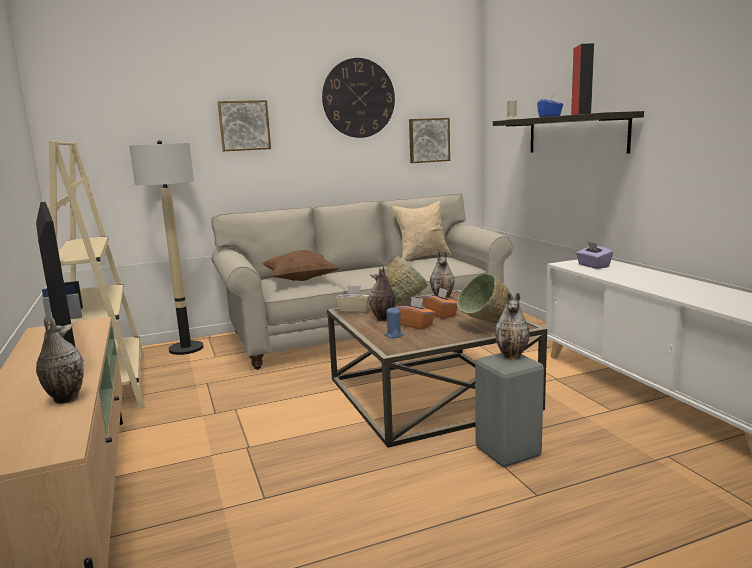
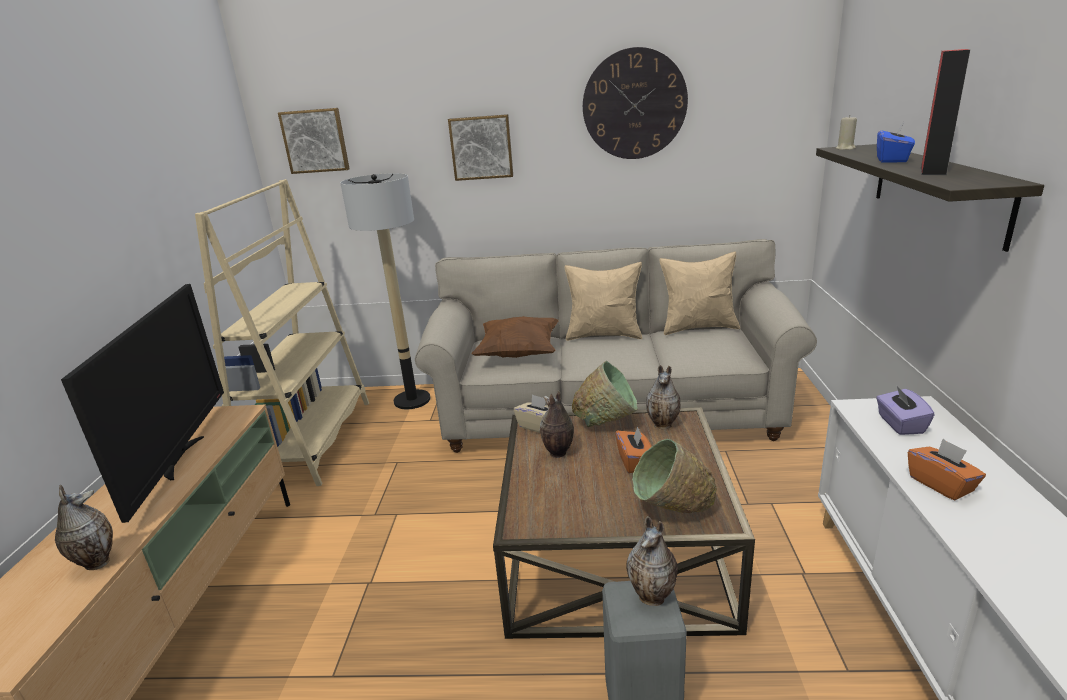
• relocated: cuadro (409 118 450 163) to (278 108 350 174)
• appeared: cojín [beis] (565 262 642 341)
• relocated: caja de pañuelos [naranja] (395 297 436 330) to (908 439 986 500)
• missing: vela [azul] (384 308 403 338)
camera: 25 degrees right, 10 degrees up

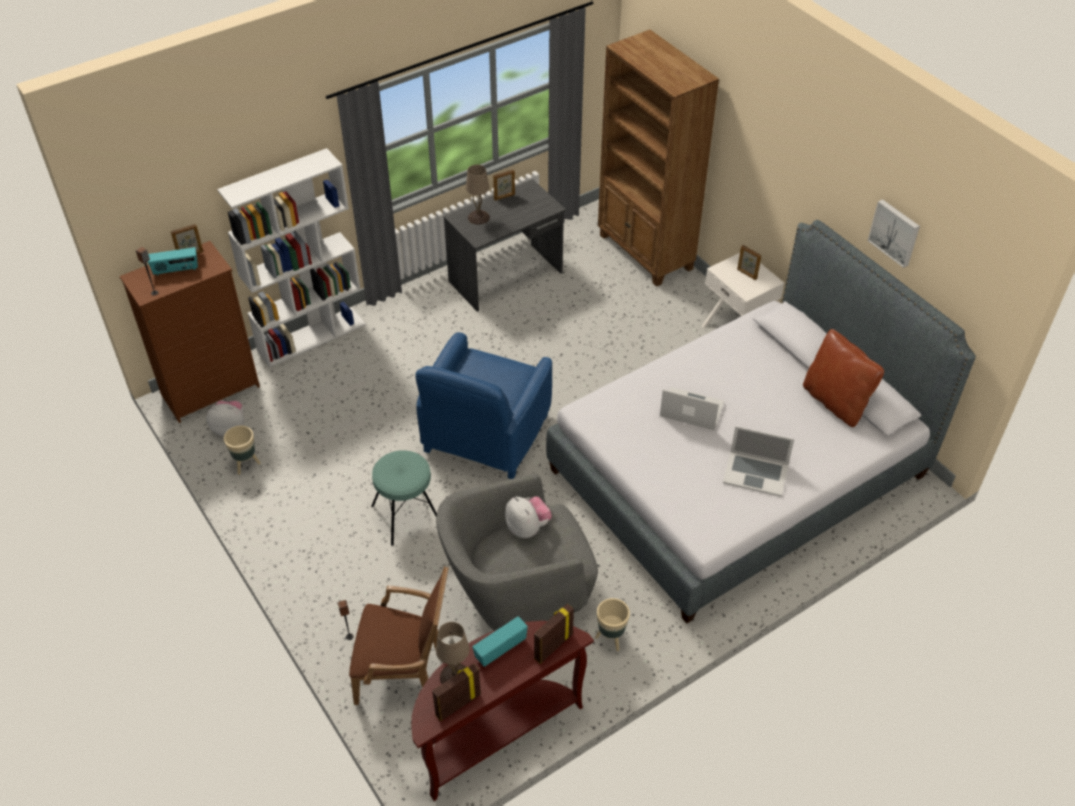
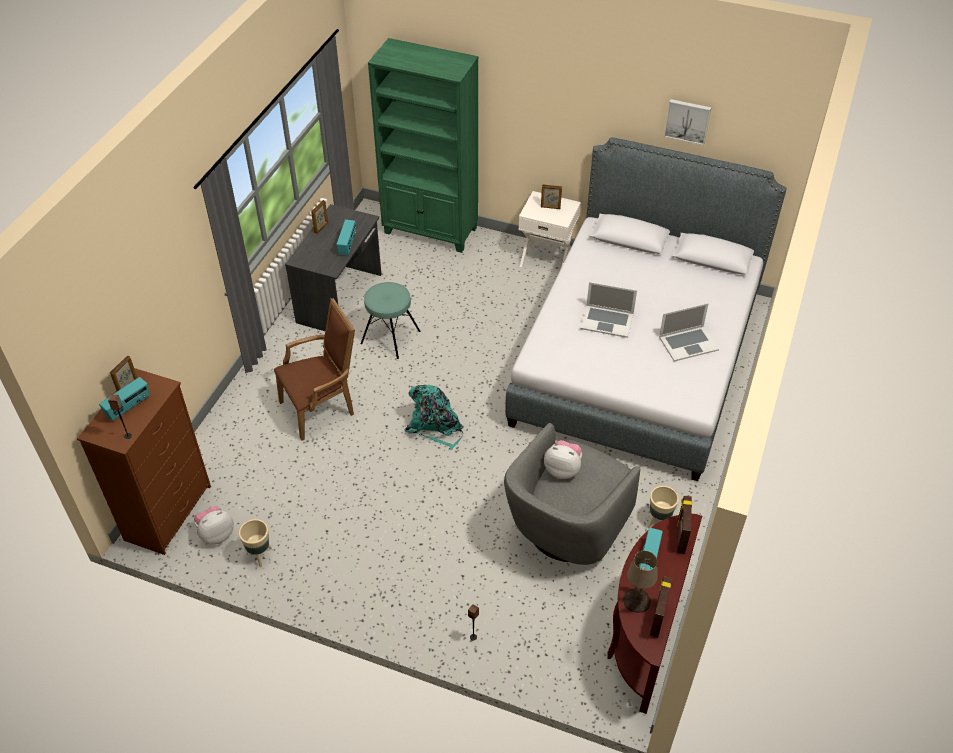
• relocated: sillón [marrón] (349 566 449 705) to (274 298 355 441)
• appeared: radio (337 220 356 255)
• relocated: taburete [turquesa] (371 450 437 546) to (360 282 421 359)
• colour: estantería [marrón] (598 30 719 287) to estantería [verde] (368 38 479 253)
• exchanged: sillón [azul] (415 332 552 479) to mochila [turquesa] (405 385 464 450)
• spun: portátil (660 387 724 430) = (580 282 637 338) 150 degrees counterclockwise
• missing: estantería [blanco] (217 148 366 368)
• missing: lámpara de mesa [beis] (466 165 490 225)
• missing: cojín [marrón] (803 329 884 427)
camera: 35 degrees left, 0 degrees up

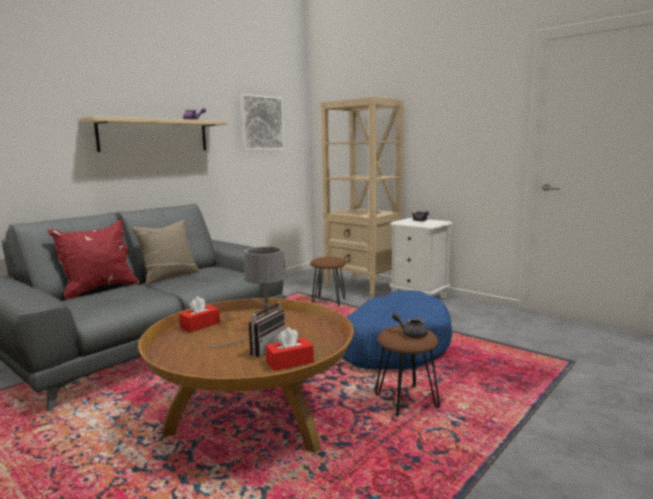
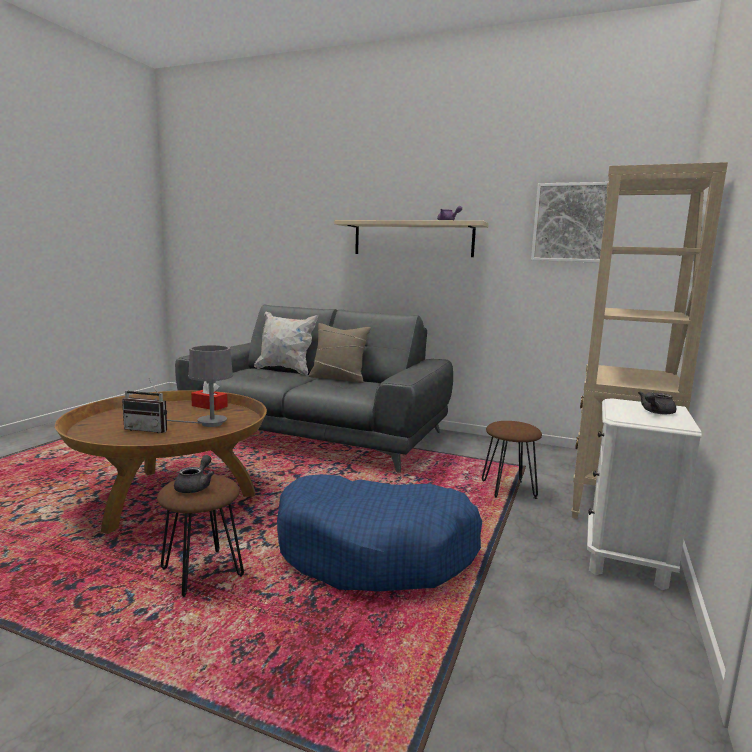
• colour: cojín [rojo] (47 220 139 299) to cojín [blanco] (254 312 318 375)
• missing: caja de pañuelos [rojo] (266 327 314 371)
camera: 70 degrees right, 0 degrees up

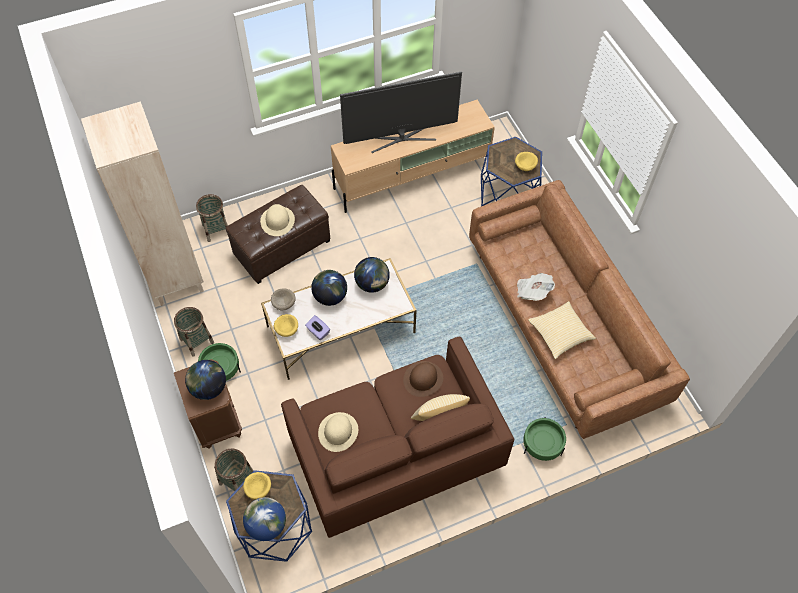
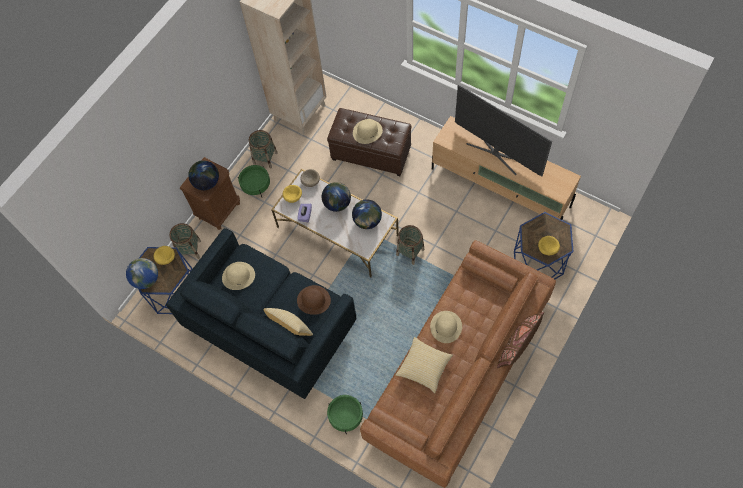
• colour: sofá [marrón] (281 336 514 538) to sofá [azul] (166 228 357 399)
• relocated: cesta (196 194 228 242) to (396 225 424 265)
• exchanged: periódico (517 273 555 301) to sombrero [beis] (430 311 462 343)
• appeared: cojín [marrón] (497 312 544 368)
camera: 60 degrees right, 5 degrees up

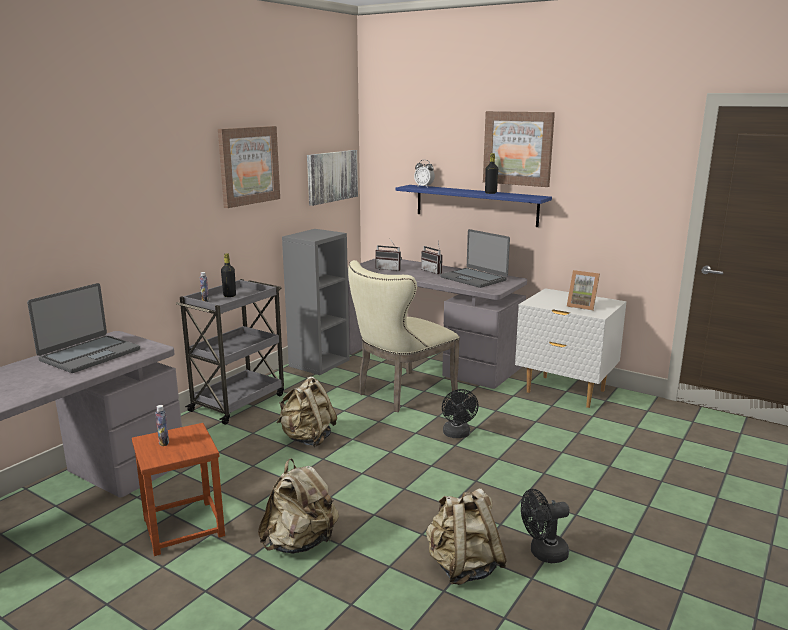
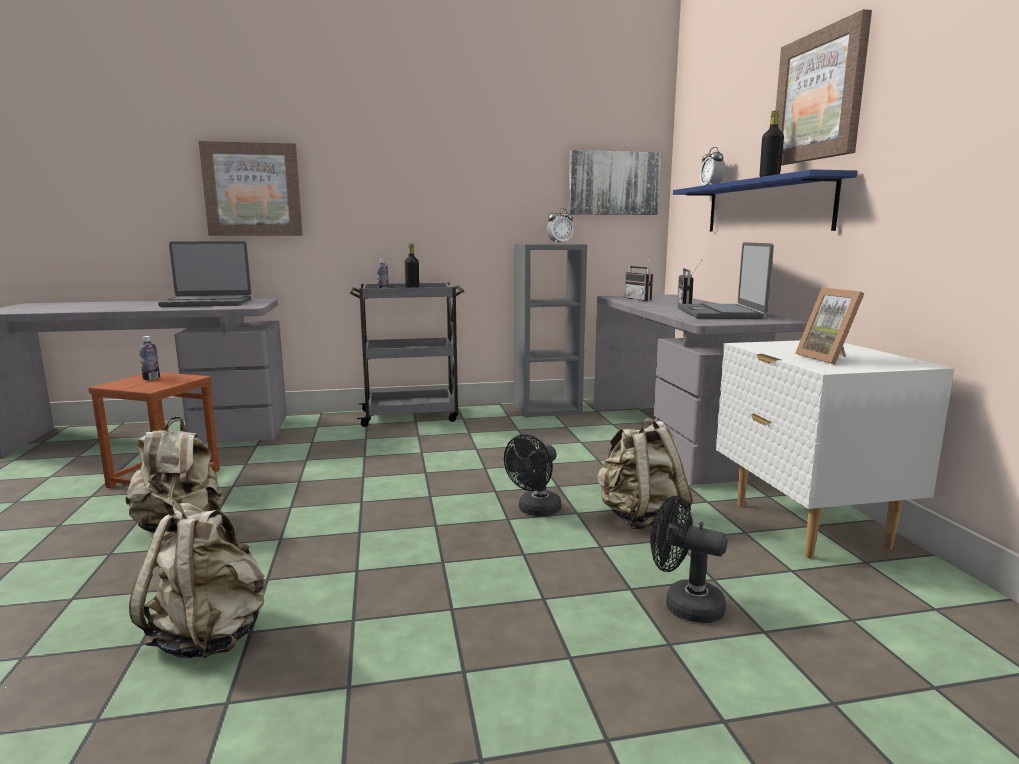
• relocated: cuadro (218 126 280 208) to (199 141 303 236)
• appeared: despertador (547 208 573 244)
• relocated: mochila [beis] (277 376 337 447) to (597 418 693 529)
• relocated: ventilador [negro] (521 489 570 563) to (650 496 728 623)
• missing: silla [beis] (348 260 460 412)
camera: 45 degrees right, 5 degrees down

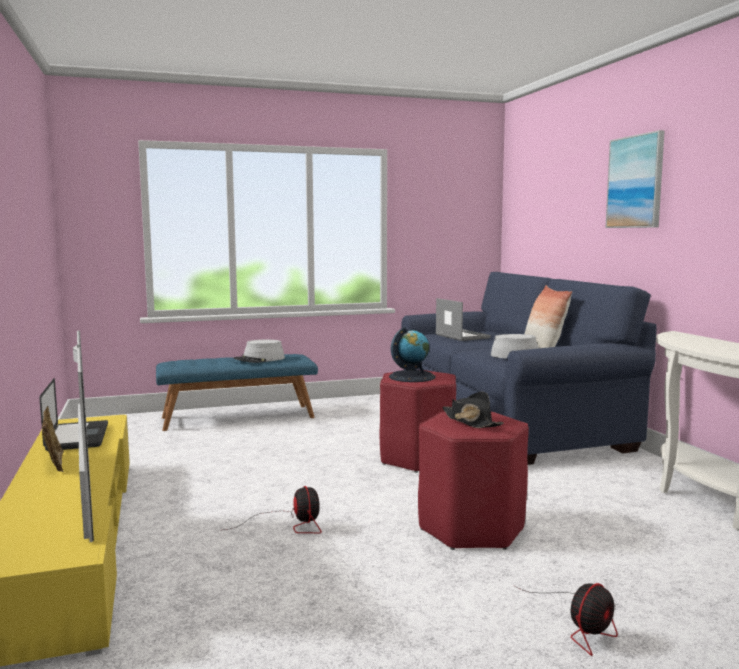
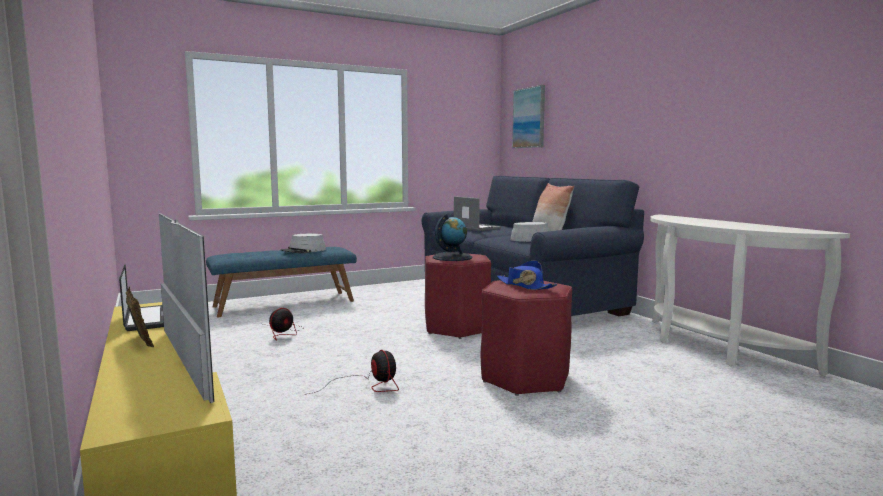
• relocated: ventilador (515 583 618 656) to (263 308 304 341)
• colour: sombrero [negro] (443 392 504 428) to sombrero [azul] (497 260 558 290)
• relocated: cuadro (606 130 665 228) to (512 85 545 148)
camera: 10 degrees left, 0 degrees up

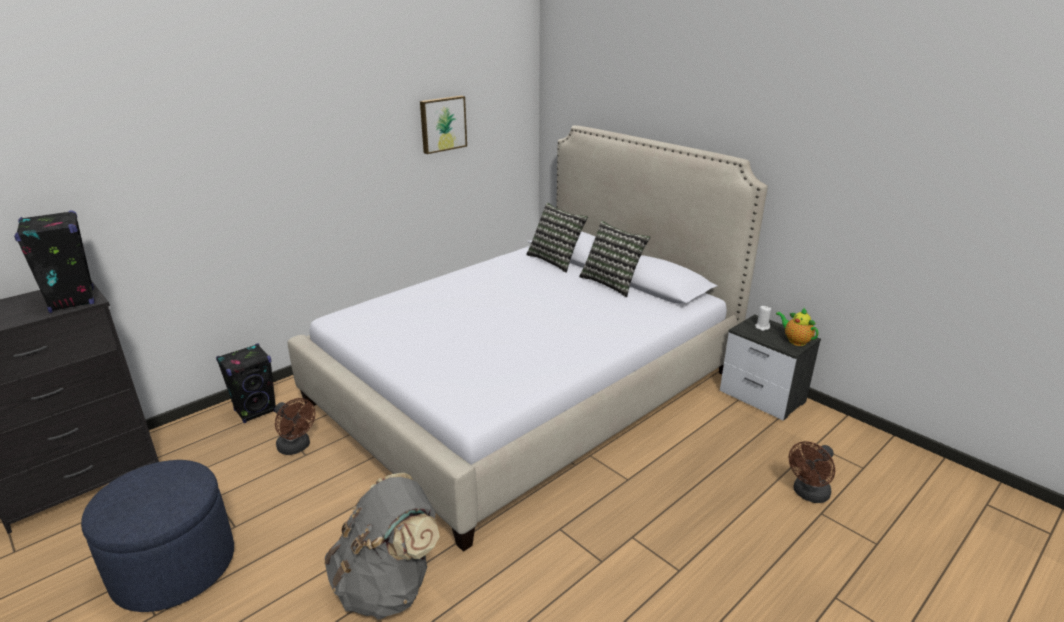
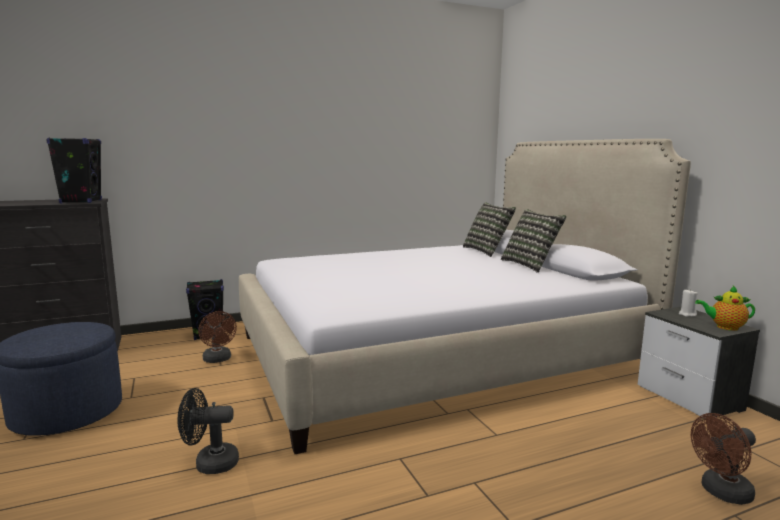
• exchanged: mochila [gris] (324 473 440 620) to ventilador [negro] (178 388 239 474)
• spun: tetera (776 308 819 346) = (695 286 755 331) 60 degrees counterclockwise
• missing: cuadro (420 96 467 154)
camera: 20 degrees right, 15 degrees down

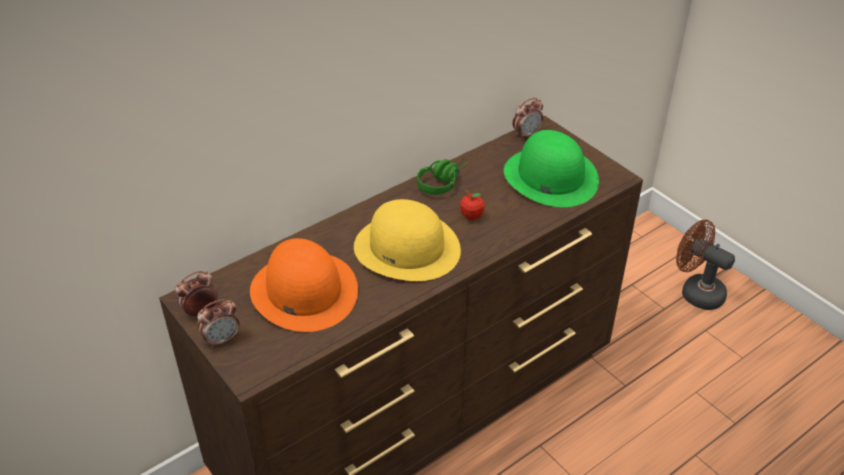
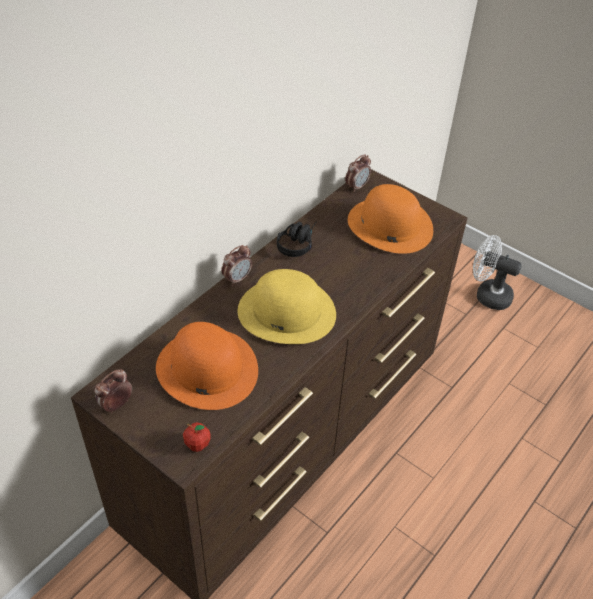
• relocated: manzana (460 190 485 220) to (183 422 211 452)
• relocated: despertador (197 299 240 348) to (221 245 252 286)
• colour: auriculares [verde] (417 159 468 195) to auriculares [negro] (277 221 317 257)
• colour: sombrero [verde] (504 130 599 207) to sombrero [naranja] (348 184 433 254)
• colour: ventilador [marrón] (676 219 735 310) to ventilador [blanco] (473 235 522 310)
camera: 15 degrees left, 5 degrees up

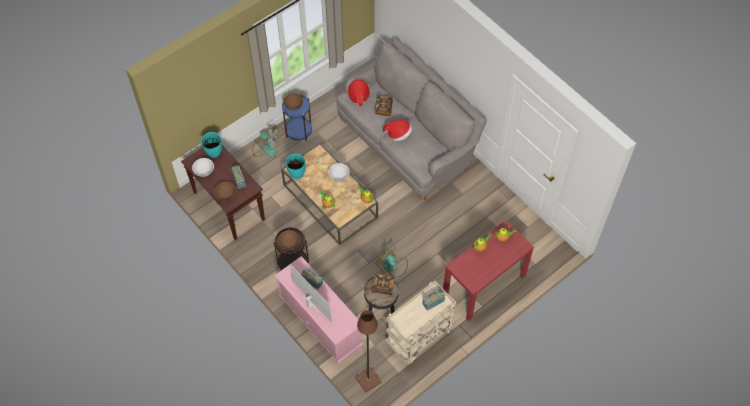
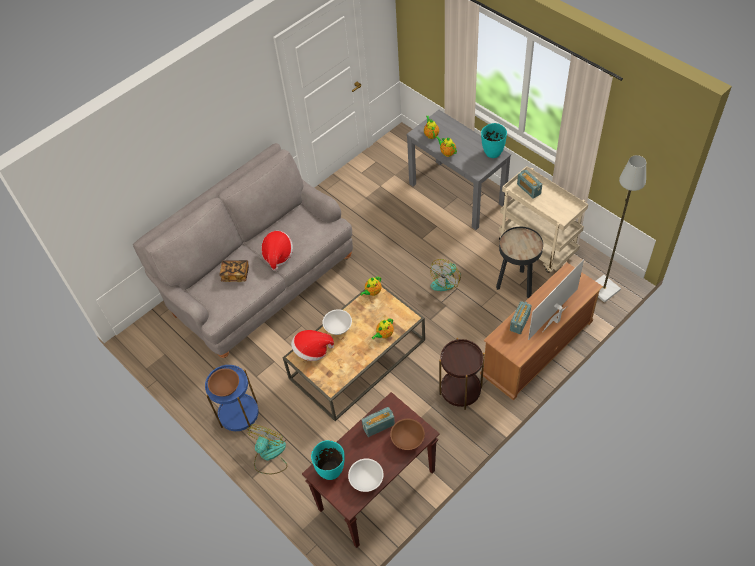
• relocated: sombrero (347 79 370 108) to (291 330 334 361)
• colour: mesa consola [rojo] (443 220 534 321) to mesa consola [gris] (406 110 511 230)
• colour: mueble de televisión [rosa] (275 256 364 364) to mueble de televisión [marrón] (480 263 603 400)
• relocated: florero [turquesa] (286 154 306 179) to (481 123 507 158)
• colour: lámpara de pie [marrón] (355 310 382 392) to lámpara de pie [gris] (596 155 646 303)
• missing: cuenco [marrón] (278 230 300 250)
• missing: libro (371 274 395 296)
camera: 90 degrees left, 5 degrees down

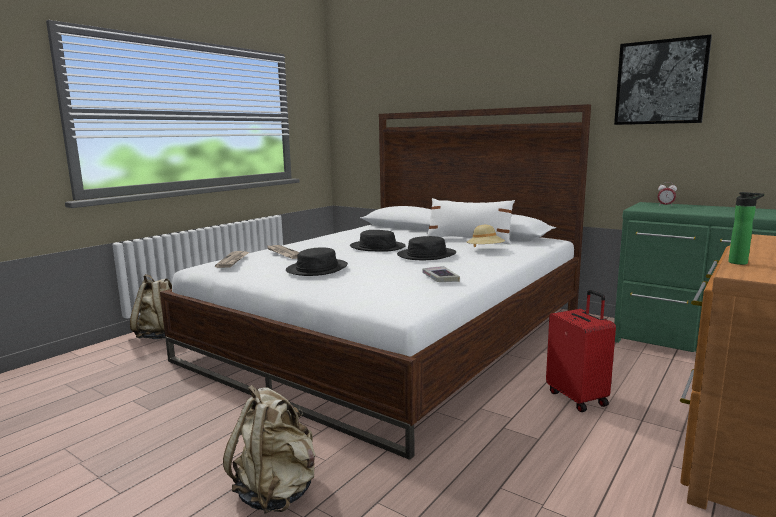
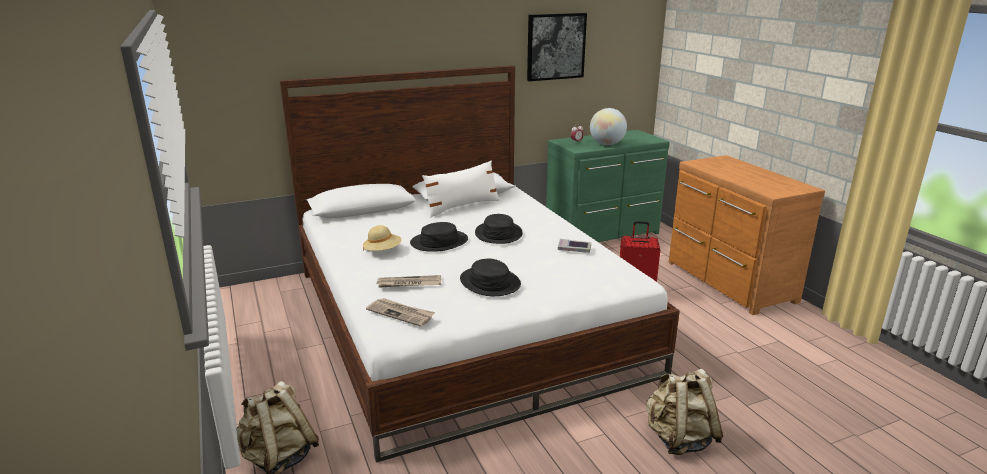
• relocated: sombrero [beis] (467 225 505 247) to (363 225 401 251)
• appeared: globo terráqueo (590 108 627 145)
• missing: botella (728 192 764 265)
camera: 60 degrees left, 10 degrees up

